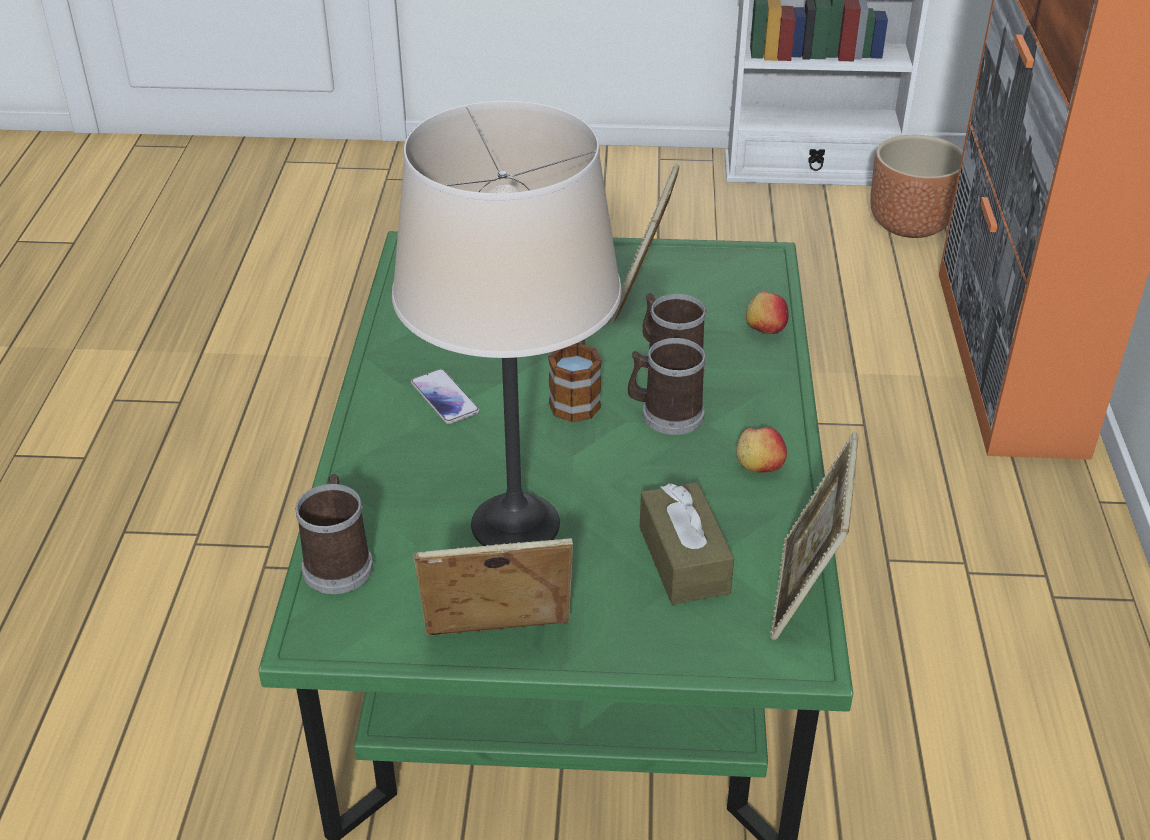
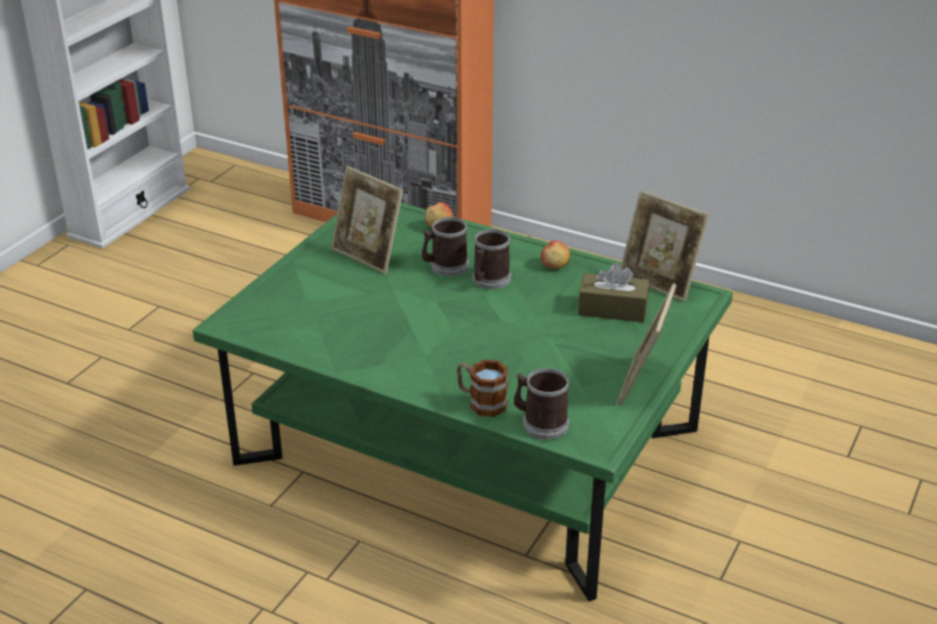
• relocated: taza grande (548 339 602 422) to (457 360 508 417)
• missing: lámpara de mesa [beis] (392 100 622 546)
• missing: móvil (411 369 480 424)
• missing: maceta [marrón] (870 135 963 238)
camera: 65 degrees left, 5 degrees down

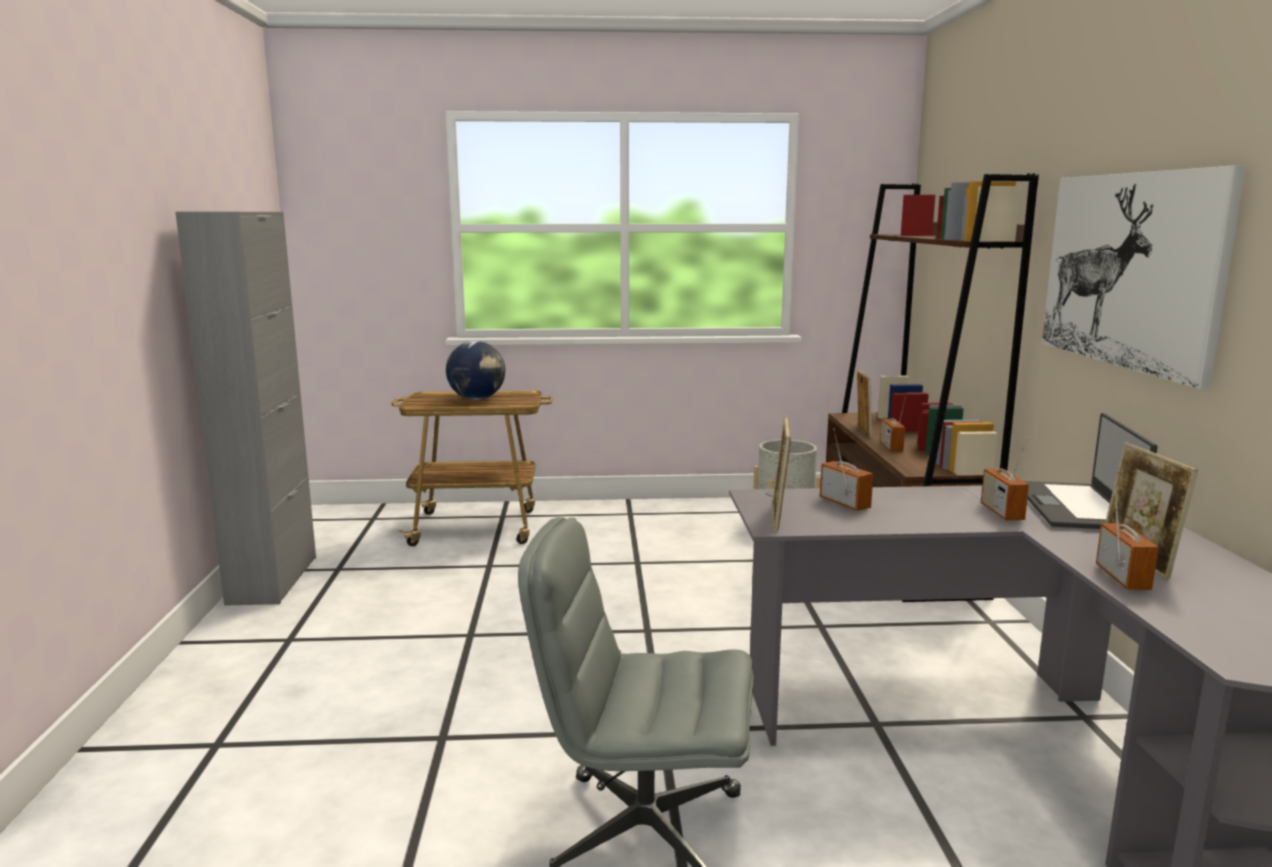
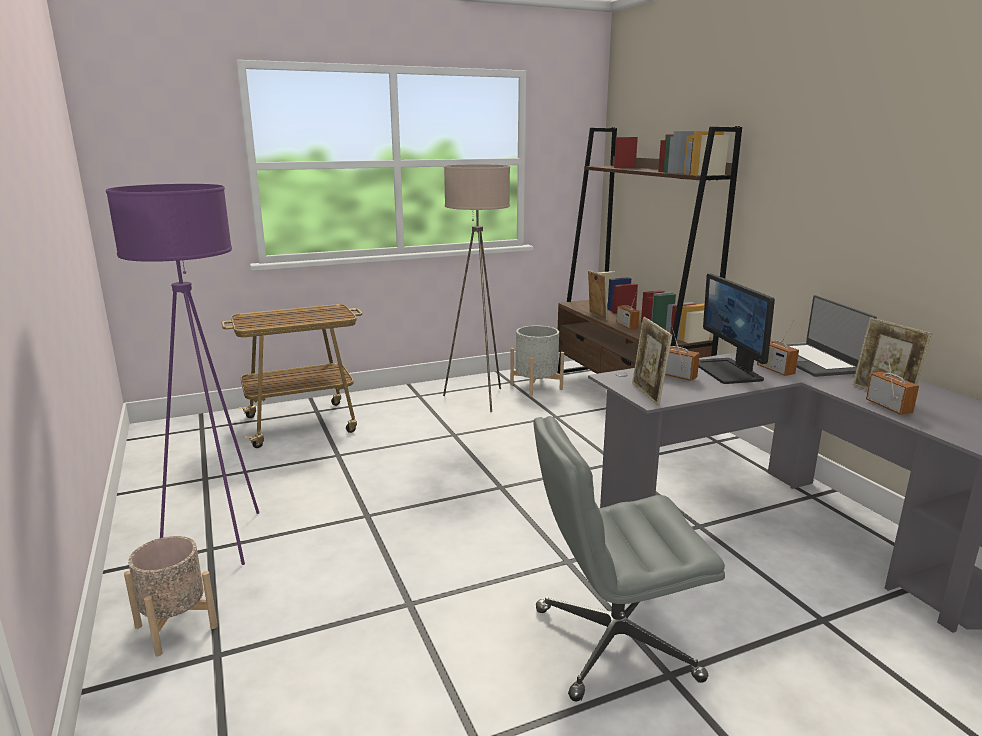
• appeared: lámpara de pie [morado] (106 184 259 565)
• appeared: maceta [beis] (124 536 218 656)
• appeared: lámpara de pie [beis] (443 164 510 412)
• appeared: monitor (698 273 775 384)
• missing: armario [gris] (175 212 316 606)
• missing: globo terráqueo (446 341 505 400)
• missing: cuadro (1042 165 1246 389)
camera: 20 degrees left, 5 degrees up

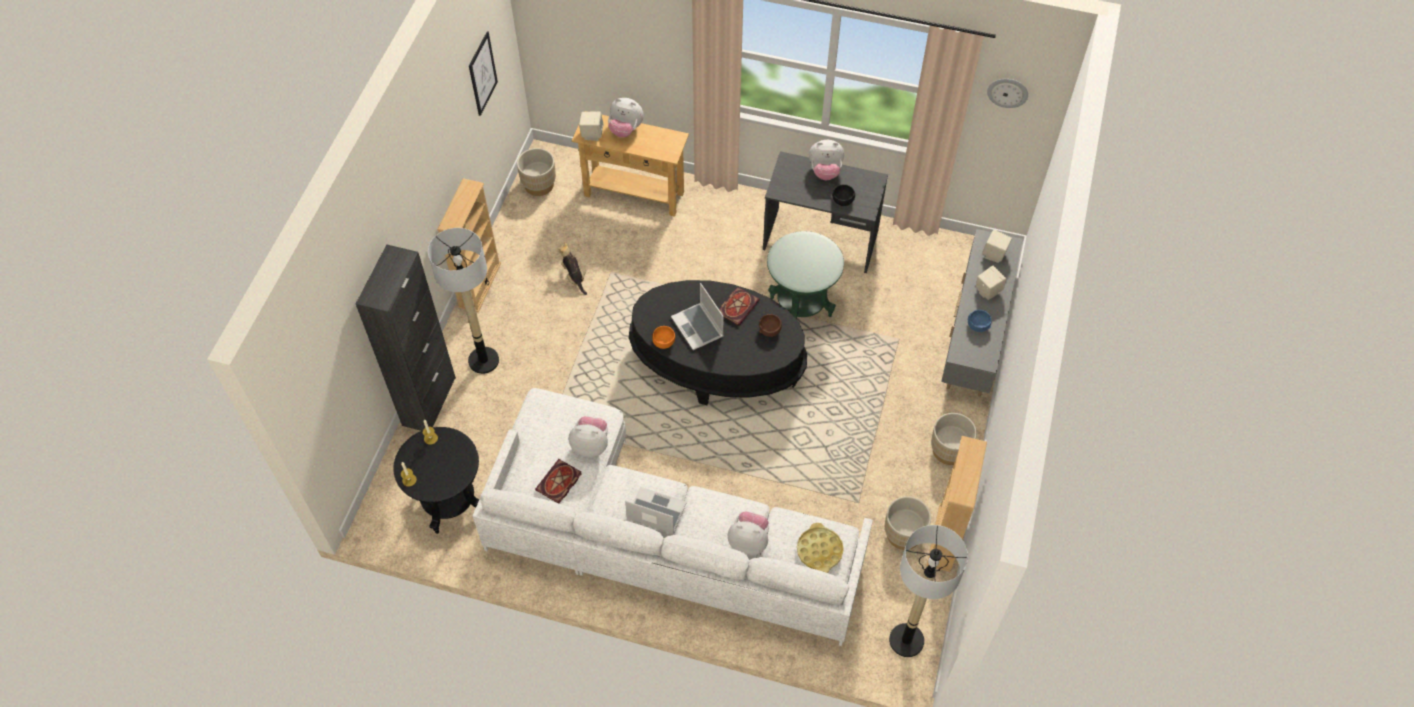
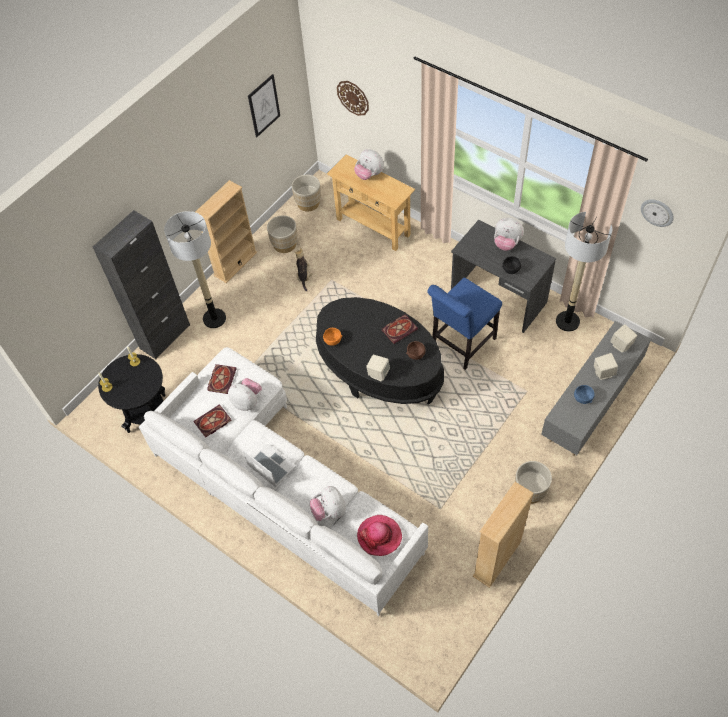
• appeared: libro (207 364 237 394)
• relocated: maceta [beis] (885 496 931 550) to (267 215 298 253)
• spun: peluche (728 511 769 556) = (310 486 346 521) 150 degrees counterclockwise
• appeared: reloj de pared (337 81 369 116)
• exchanged: bandeja [amarillo] (797 523 844 573) to sombrero (357 515 402 556)
• relocated: altavoz [beis] (579 111 604 141) to (366 355 390 381)
• exchanged: mesa auxiliar [verde] (767 231 844 320) to silla [azul] (427 277 502 370)
• relocated: lámpara de pie (889 525 968 657) to (556 212 612 331)
• missing: portátil (671 283 724 350)
camera: 25 degrees right, 0 degrees up

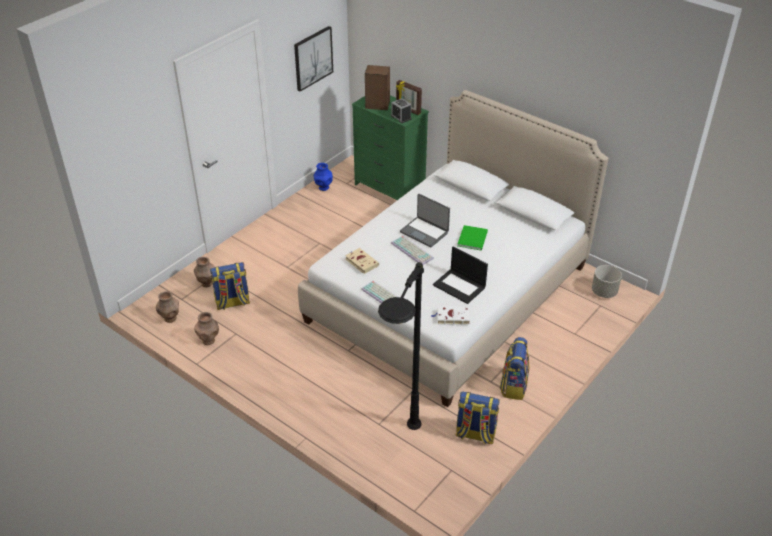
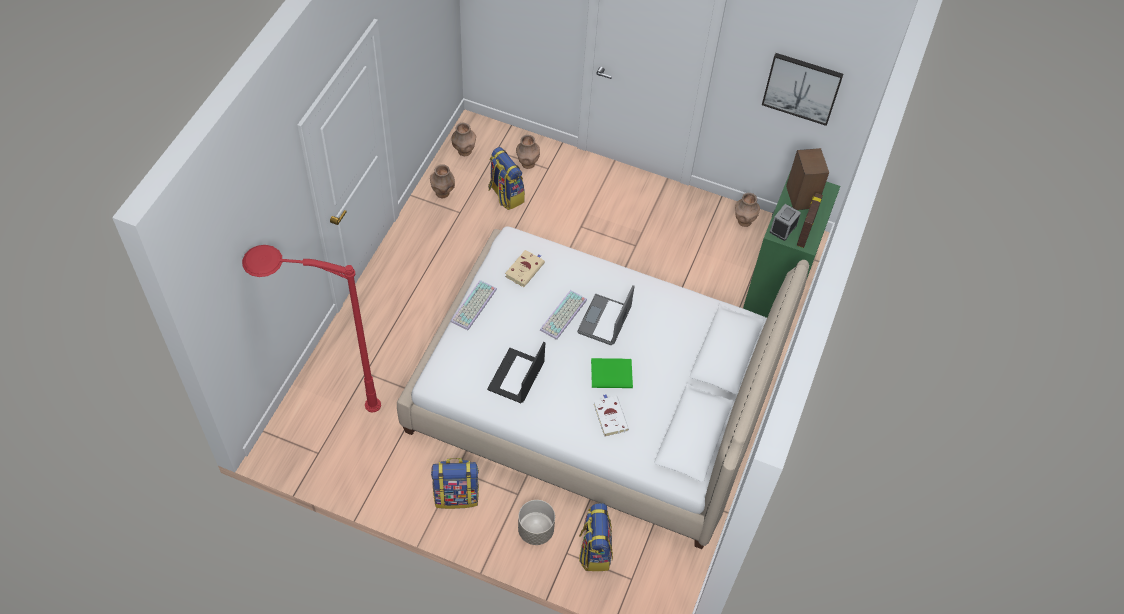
• colour: lámpara de pie [negro] (378 262 424 430) to lámpara de pie [rojo] (242 245 381 413)
• relocated: maceta [gris] (592 265 622 298) to (518 500 555 545)
• relocated: mochila (455 391 500 445) to (579 503 613 571)
• relocated: libro [blanco] (431 307 470 325) to (593 395 629 437)
• colour: florero [azul] (314 163 333 191) to florero [marrón] (735 193 760 227)
camera: 70 degrees right, 15 degrees up

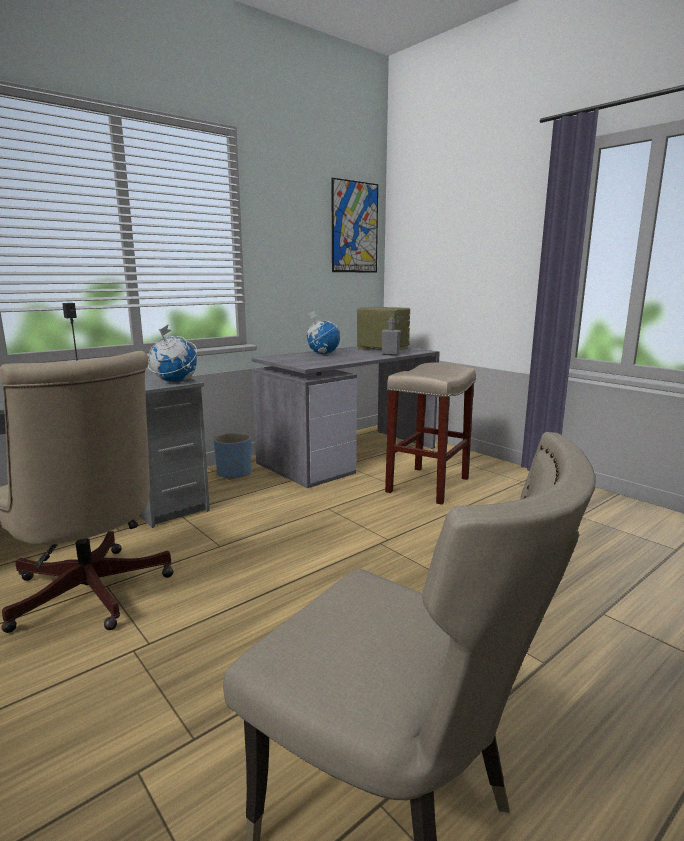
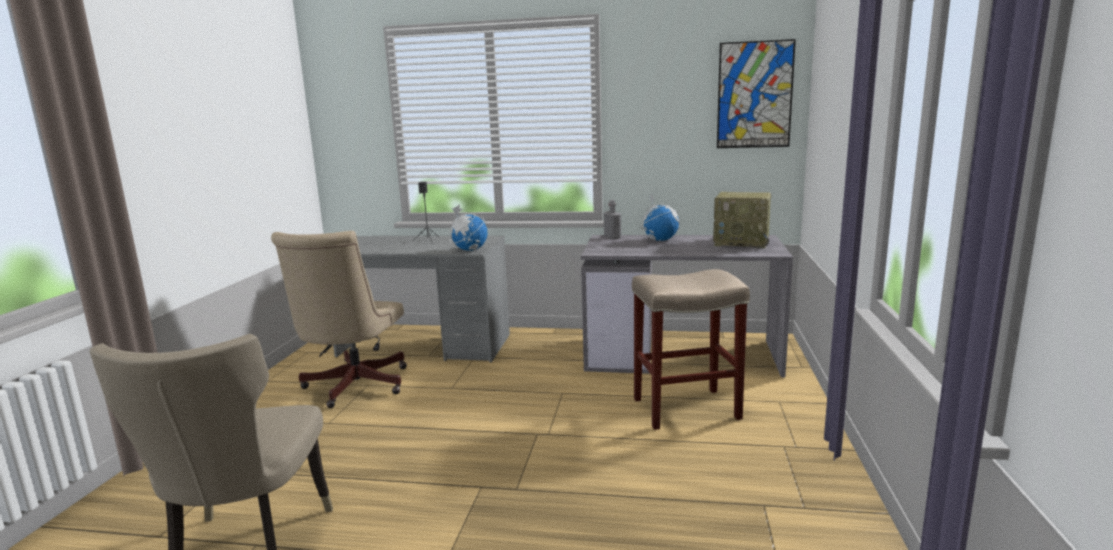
• relocated: botella [gris] (381 318 401 355) to (604 200 621 239)
• spun: radio (357 307 410 351) = (713 192 771 248) 120 degrees clockwise
• missing: maceta [azul] (214 433 251 480)
camera: 50 degrees right, 0 degrees up

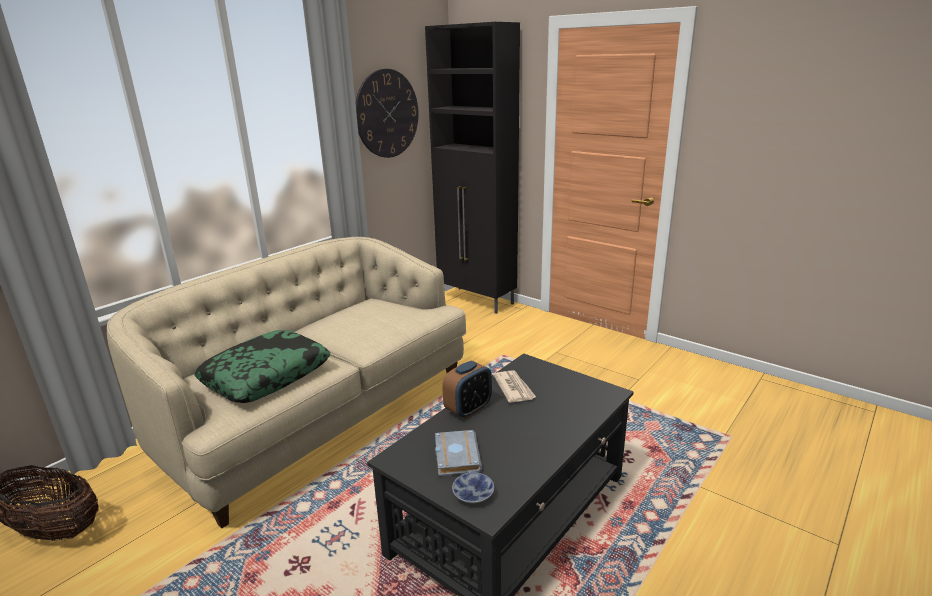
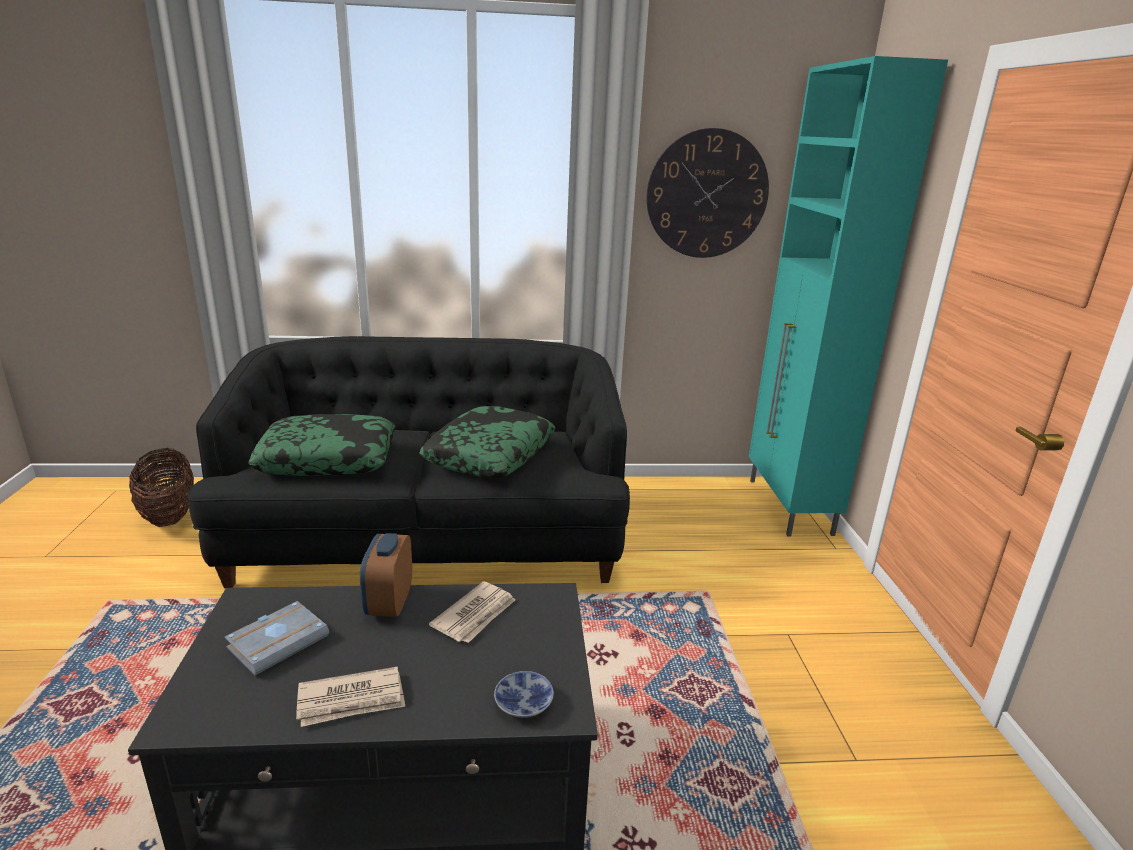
• colour: sofá [beis] (107 237 467 528) to sofá [negro] (187 336 630 588)
• appeared: periódico (296 666 405 727)
• spun: despertador (442 361 492 419) = (360 533 412 617) 90 degrees clockwise
• appeared: cojín (419 406 555 478)
• relocated: cuenco (452 472 494 504) to (494 671 554 718)
• colour: armario [negro] (425 22 520 314) to armario [turquesa] (749 56 948 536)
camera: 45 degrees right, 0 degrees up

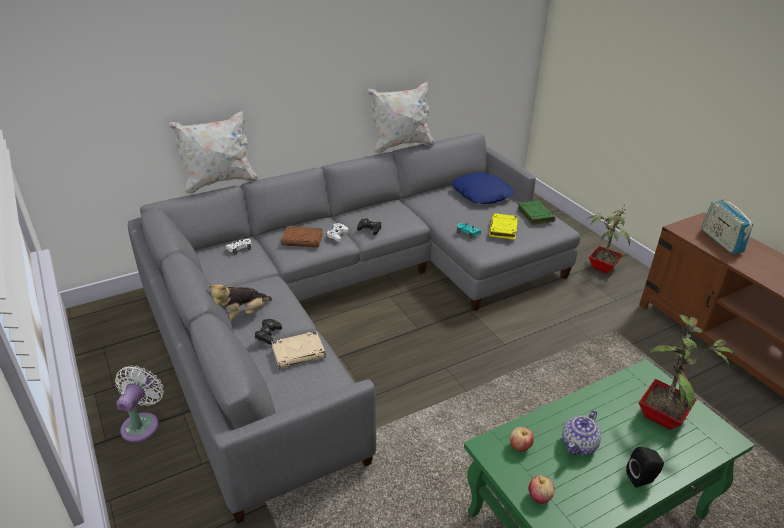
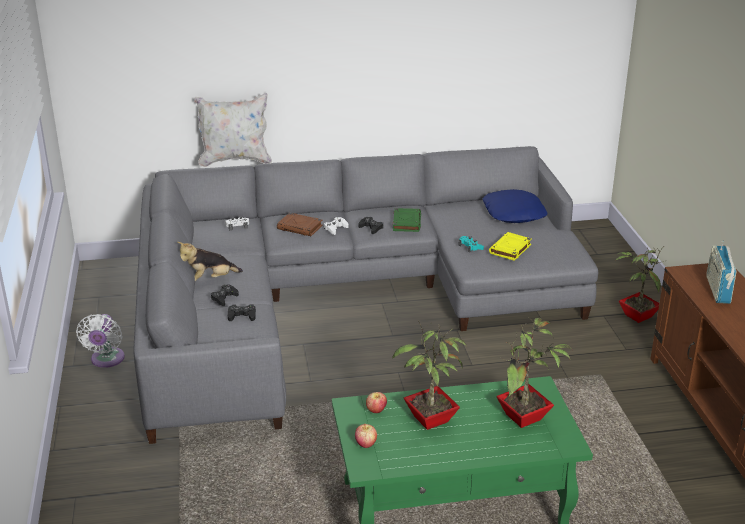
• spun: ventilador [blanco] (115 365 164 442) = (76 314 125 368) 150 degrees clockwise
• exchanged: libro [beis] (271 331 326 369) to mando de consola [negro] (228 304 256 321)
• exchanged: tetera (562 410 601 455) to planta en maceta (392 320 467 430)
• relocated: libro [verde] (517 200 555 225) to (393 208 421 232)
• missing: cojín [blanco] (367 81 435 153)
• missing: altavoz [negro] (626 447 664 488)
camera: 20 degrees right, 5 degrees down

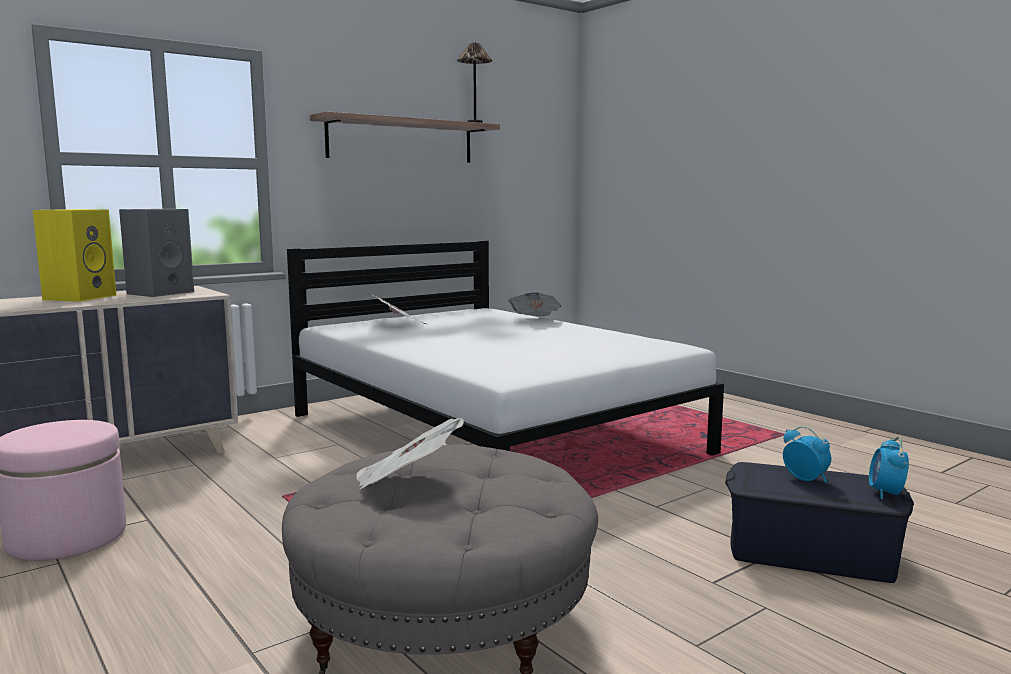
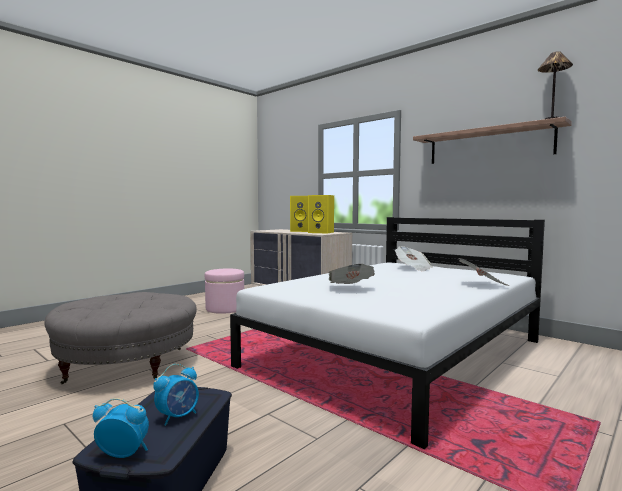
• colour: altavoz [gris] (119 209 194 297) to altavoz [amarillo] (308 195 334 233)
• relocated: periódico (356 418 464 489) to (329 264 375 284)
camera: 80 degrees right, 5 degrees down

